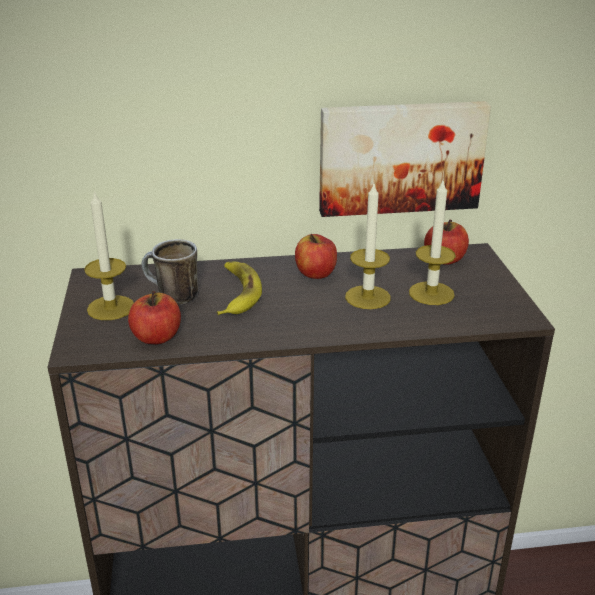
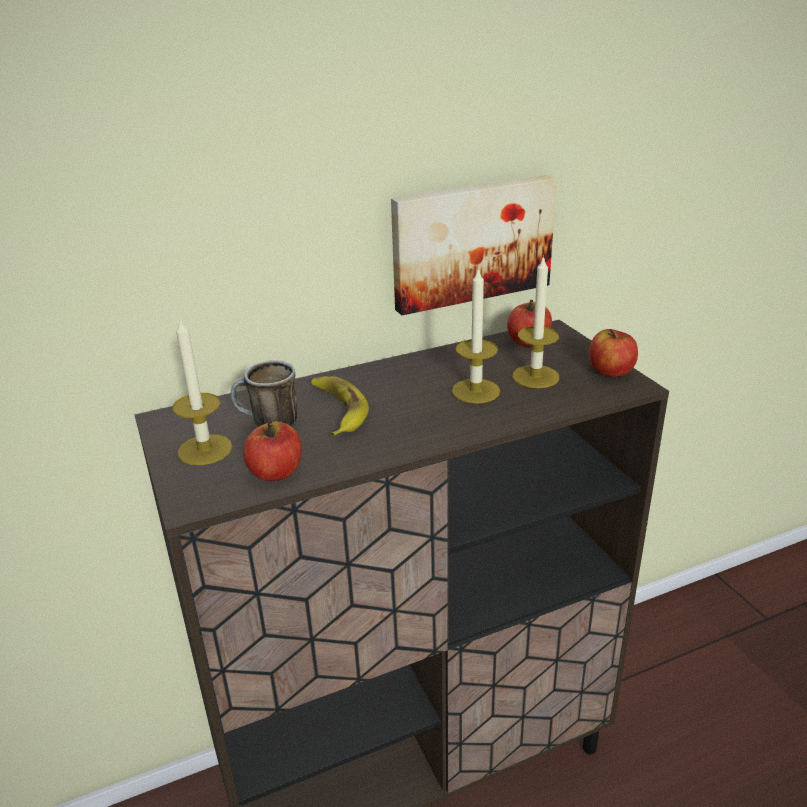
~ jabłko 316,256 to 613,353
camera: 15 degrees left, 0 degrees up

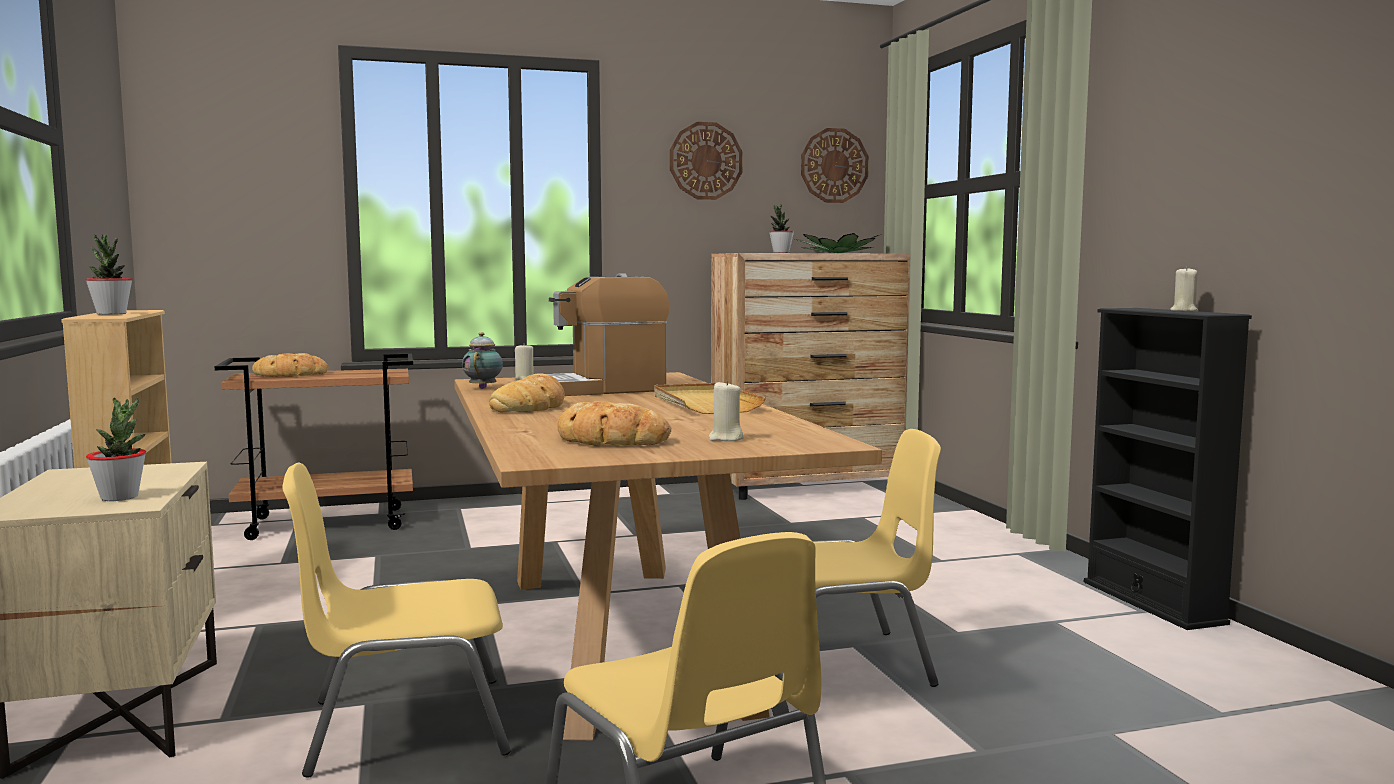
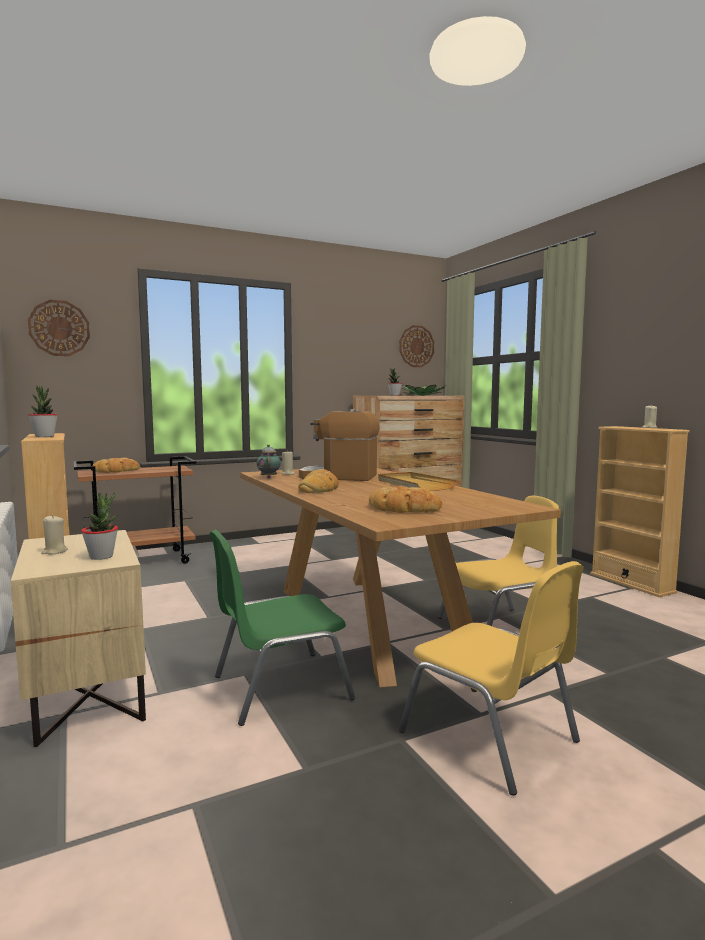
~ zegar ścienny 706,161 to 59,328
~ świeca [beżowy] 726,410 to 54,534
~ krzesło [żółty] 396,620 to krzesło [zielony] 282,628
~ regał [czarny] 1168,469 to regał [beżowy] 640,511
~ ekspres do kawy 608,335 = 339,445 45 degrees clockwise
camera: 10 degrees left, 0 degrees up

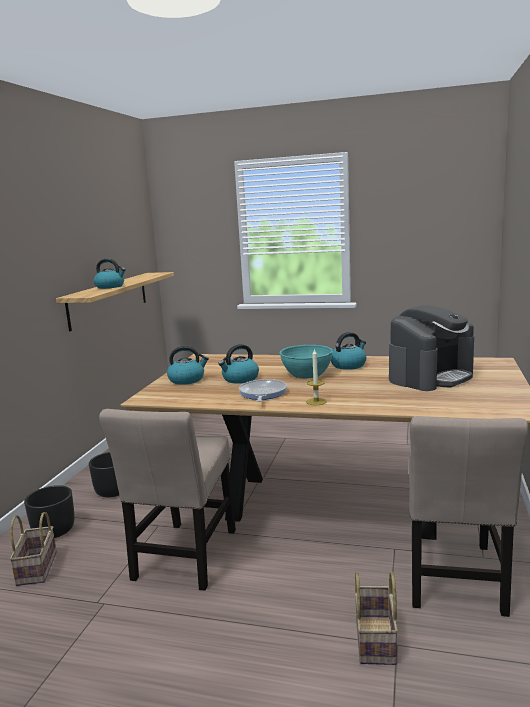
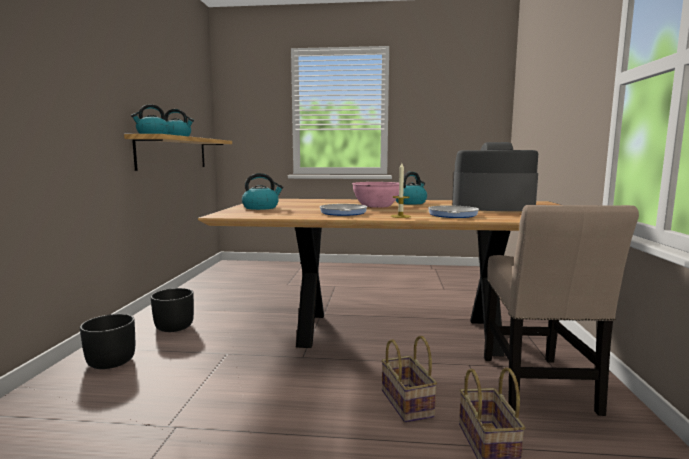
- krzesło [beżowy] 167,500
+ patelnia 453,211
~ koszyk 33,549 to 409,379
~ czajnik 238,364 to 150,119
~ miska [turkusowy] 306,361 to miska [różowy] 375,195
~ ekspres do kawy 431,348 = 495,176 120 degrees counterclockwise
camera: 10 degrees left, 5 degrees down

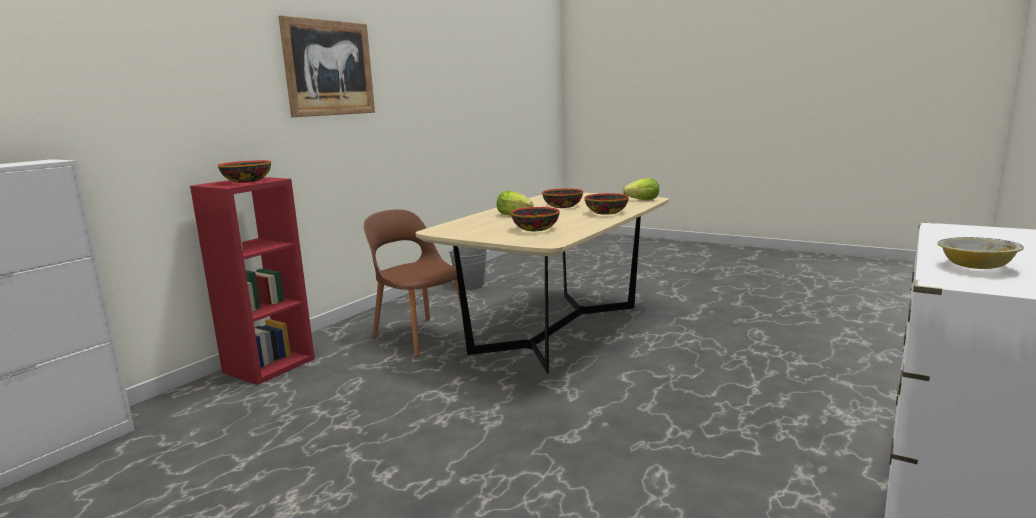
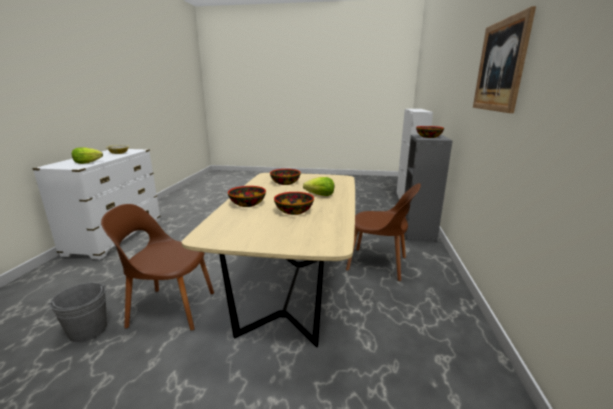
+ krzesło [brązowy] 157,267
~ wiadro [szary] 468,268 to 77,313
~ sałata 641,189 to 87,155
~ regał [czerwony] 252,281 to regał [szary] 428,188
camera: 155 degrees right, 5 degrees up

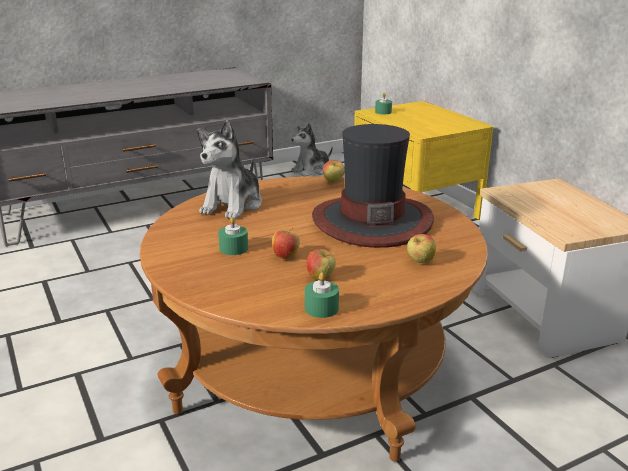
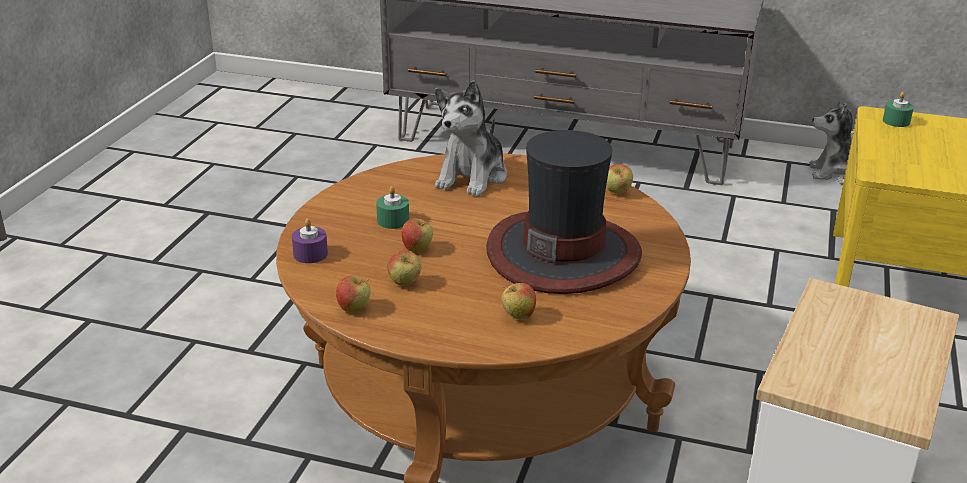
+ świeca [fioletowy] 310,240
~ świeca [zielony] 322,295 to jabłko 353,294
~ pluszak 229,169 = 471,138 45 degrees counterclockwise
camera: 45 degrees right, 5 degrees up

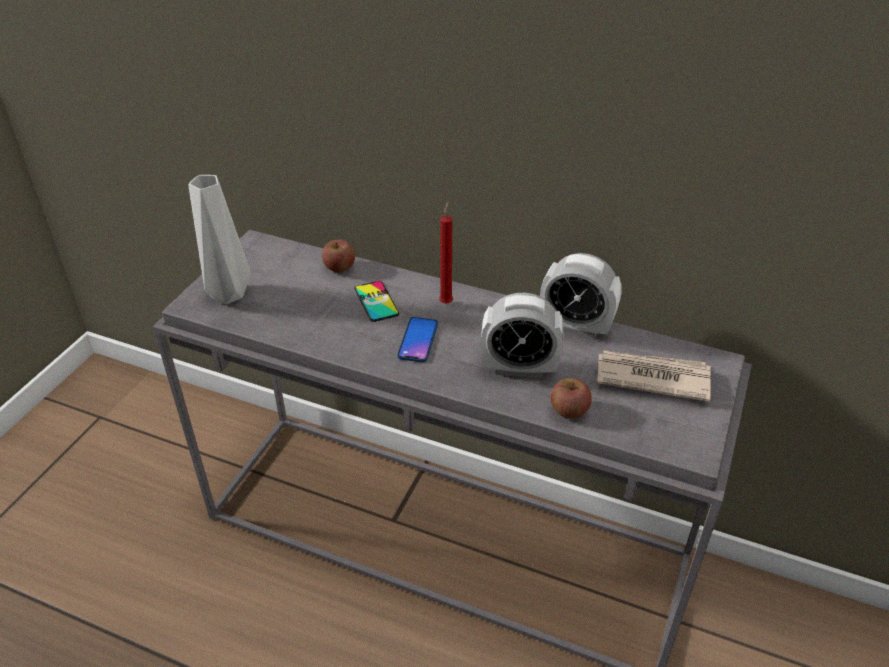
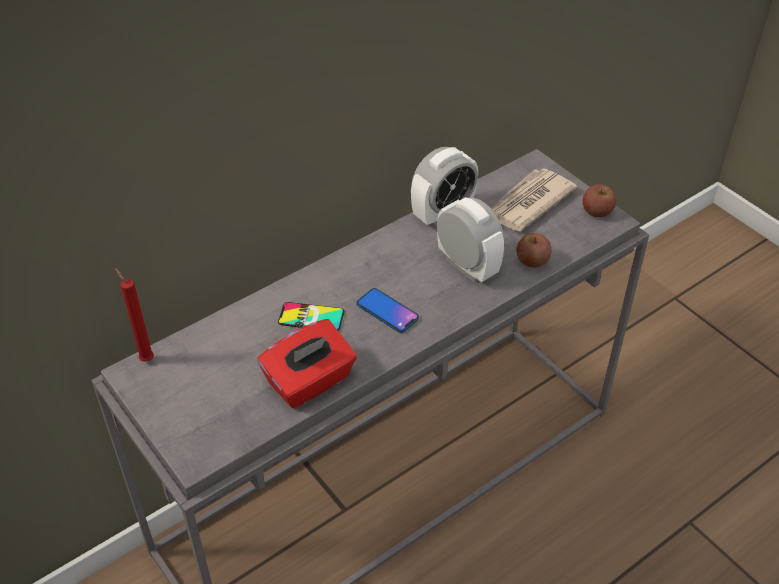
- wazon [szary] 219,239
+ pudełko chusteczek [czerwony] 307,363
~ jabłko 338,255 to 599,200
~ świeca [czerwony] 446,253 to 134,315
~ budzik 522,335 = 470,239 75 degrees counterclockwise
camera: 60 degrees left, 5 degrees up

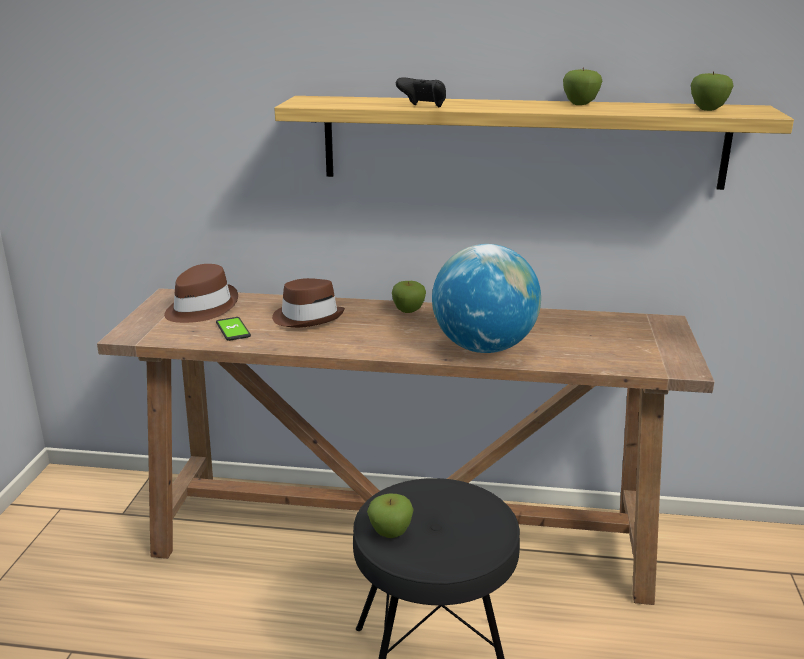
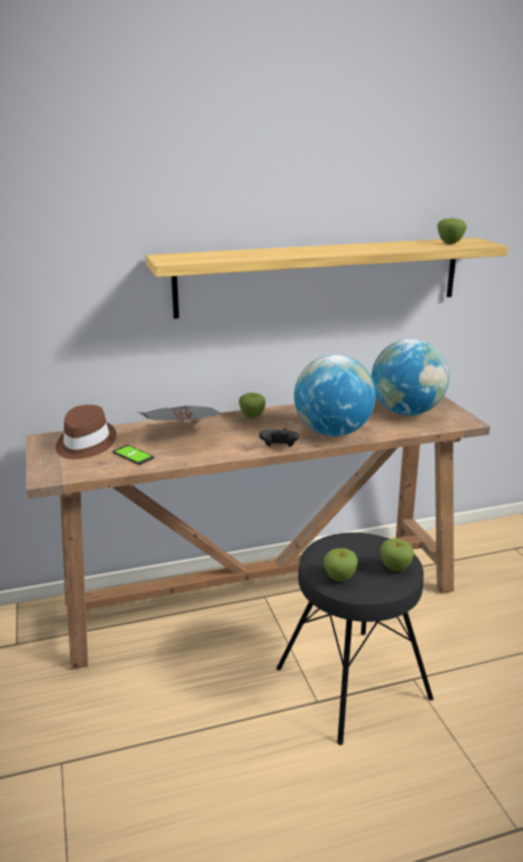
+ globus 410,377
~ pad do gier [czarny] 421,92 to 279,437
~ jabłko 582,86 to 397,554
~ kapelusz [brązowy] 308,303 to gazeta 179,414
camera: 25 degrees left, 0 degrees up

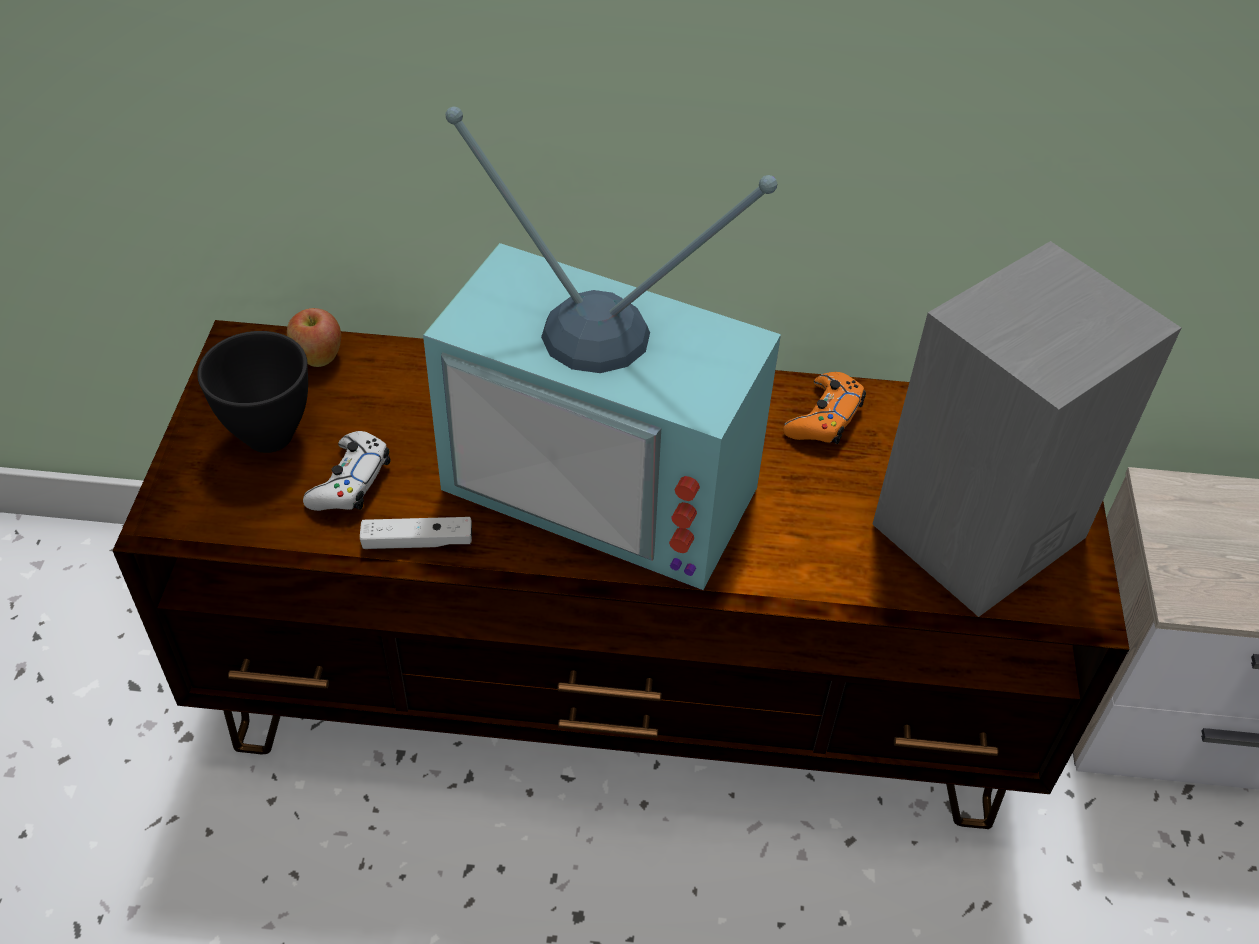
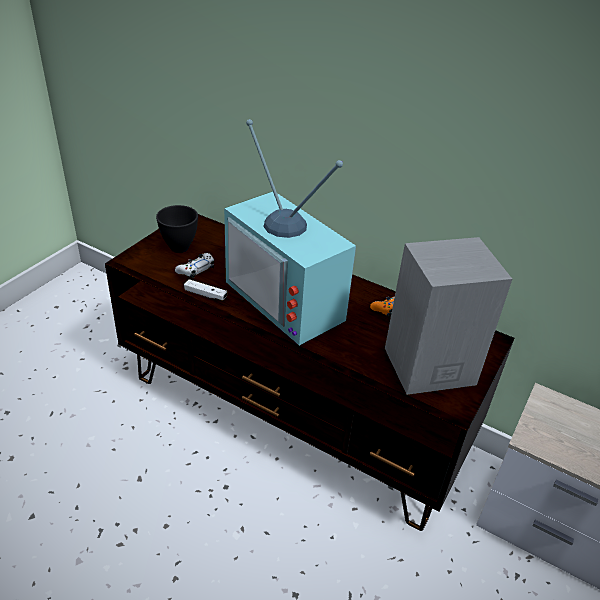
- jabłko 314,337
camera: 25 degrees right, 10 degrees down

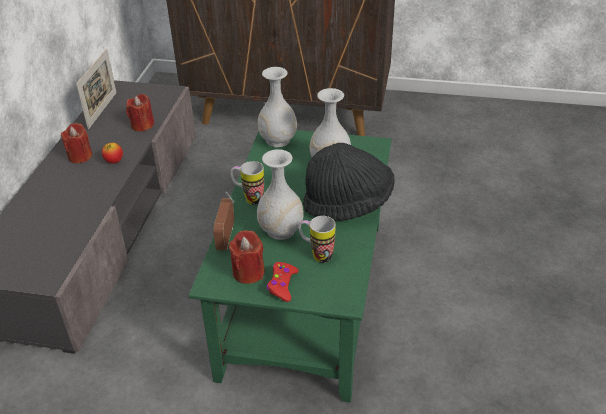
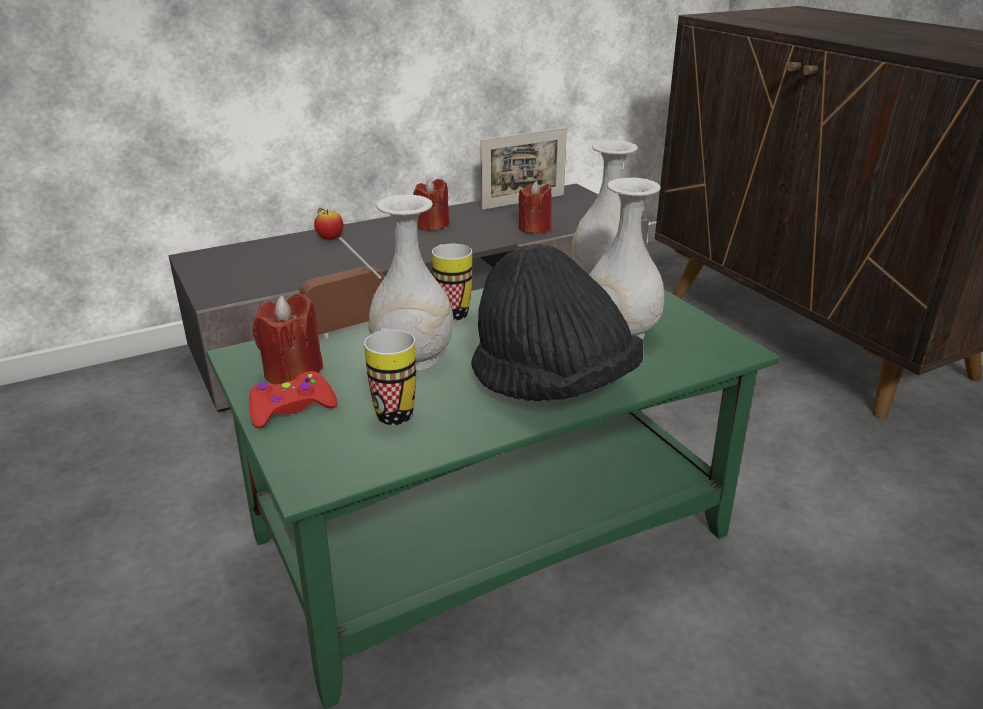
~ jabłko 112,153 to 328,224
camera: 50 degrees right, 10 degrees down

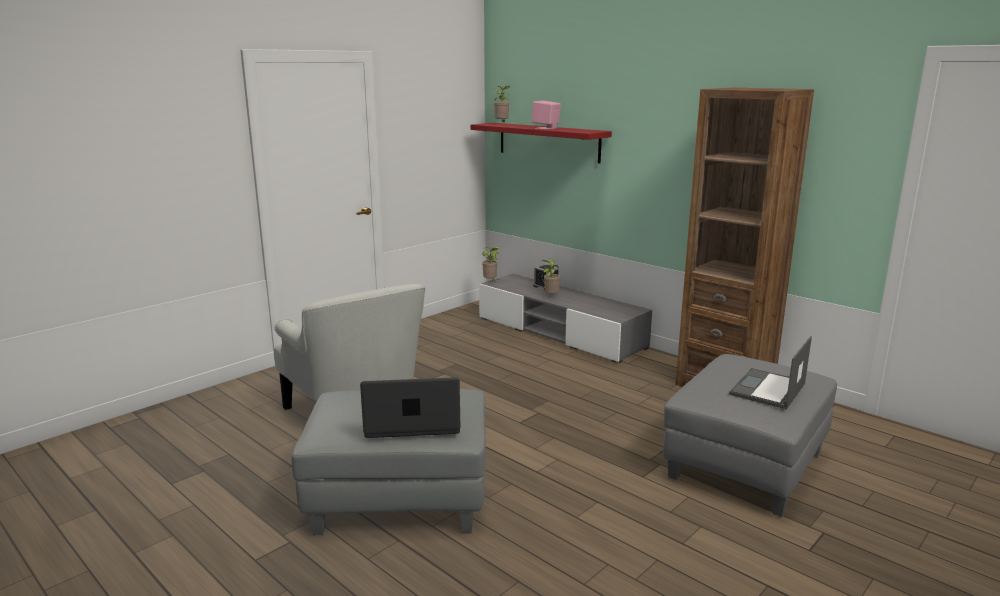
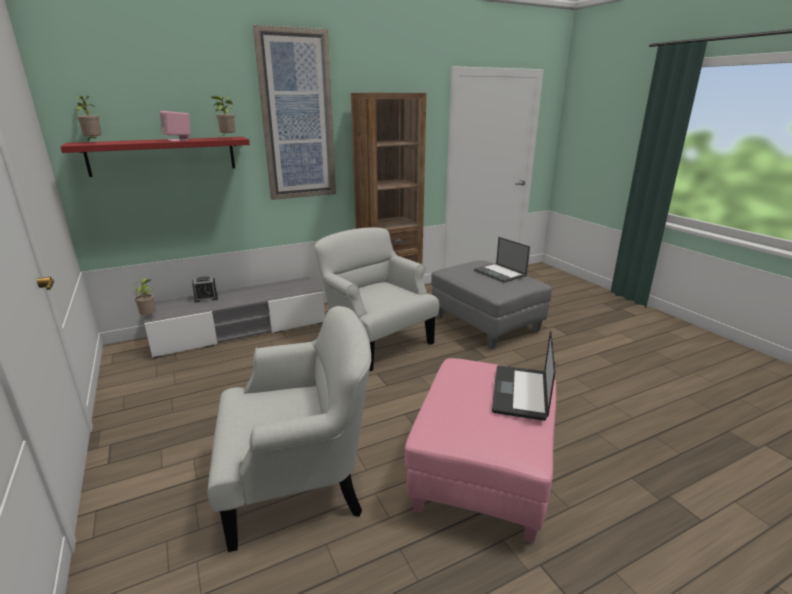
+ obraz 294,112
+ fotel [biały] 376,299
~ roślina doniczkowa 551,276 to 222,117
~ pufa [szary] 389,462 to pufa [różowy] 480,450
camera: 70 degrees left, 5 degrees up

